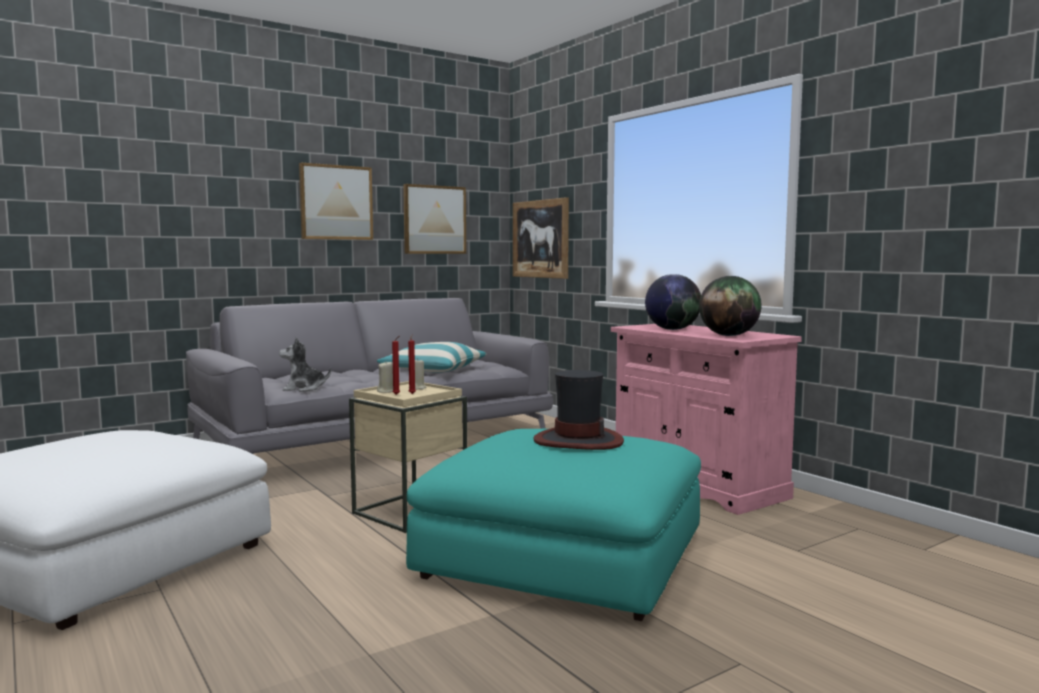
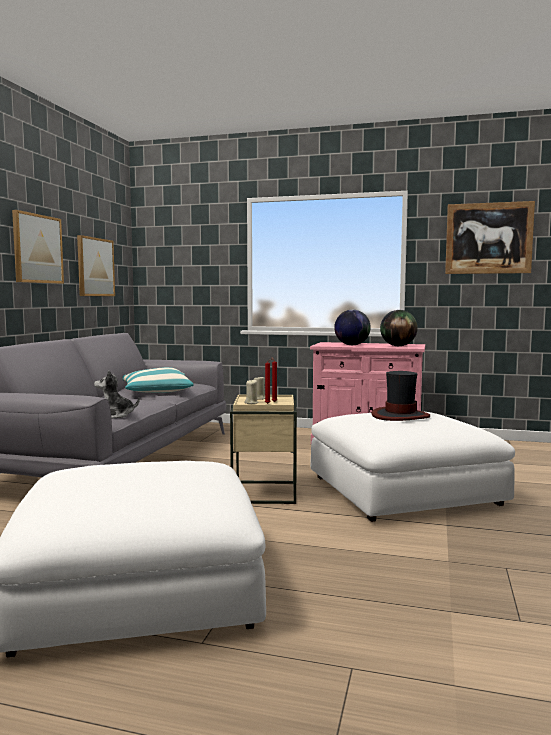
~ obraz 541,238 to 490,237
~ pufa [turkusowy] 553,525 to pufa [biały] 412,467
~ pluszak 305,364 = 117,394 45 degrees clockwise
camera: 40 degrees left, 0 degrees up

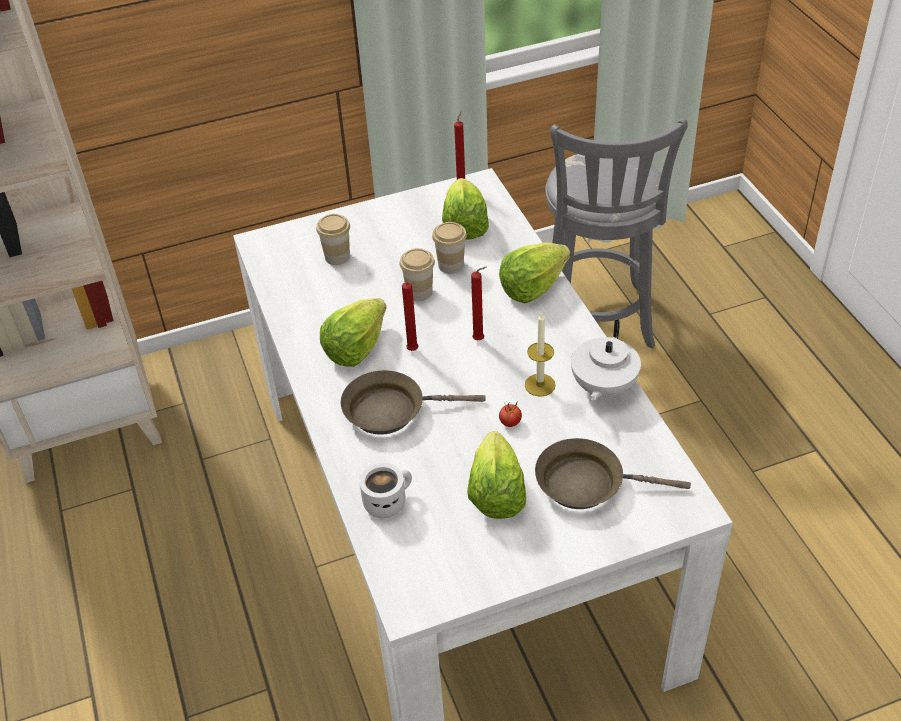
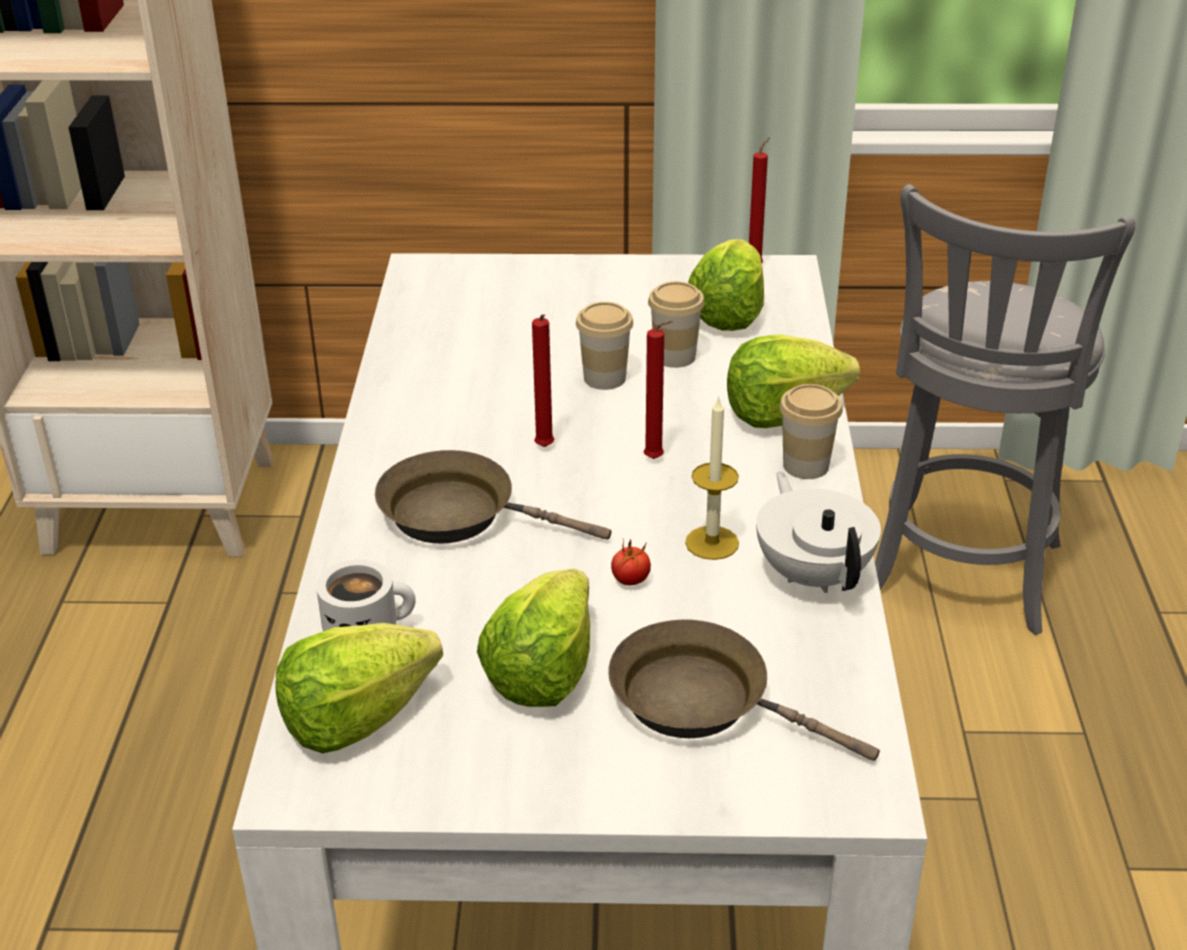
~ filiżanka 333,239 to 811,431
~ sałata 353,332 to 359,688
~ imbryk [biały] 606,360 = 818,532 120 degrees clockwise
camera: 20 degrees right, 10 degrees down

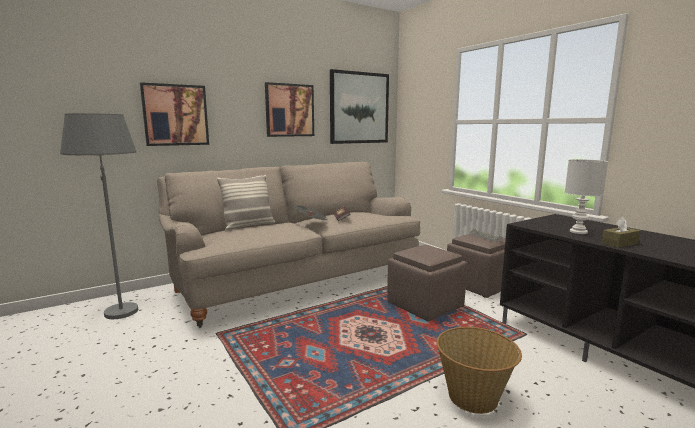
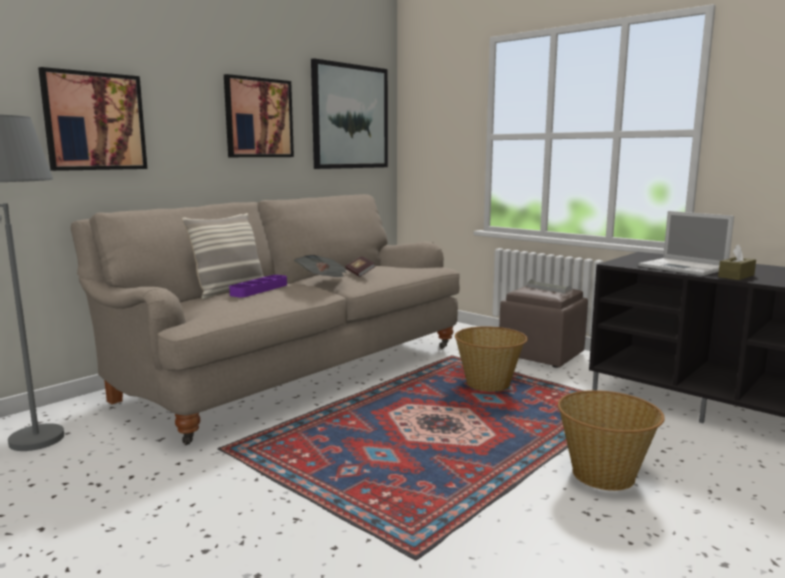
+ taca [fioletowy] 258,286
~ pufa [brązowy] 427,283 to koszyk 491,359
~ lampa stołowa [biały] 586,196 to laptop 686,243
camera: 15 degrees left, 0 degrees up

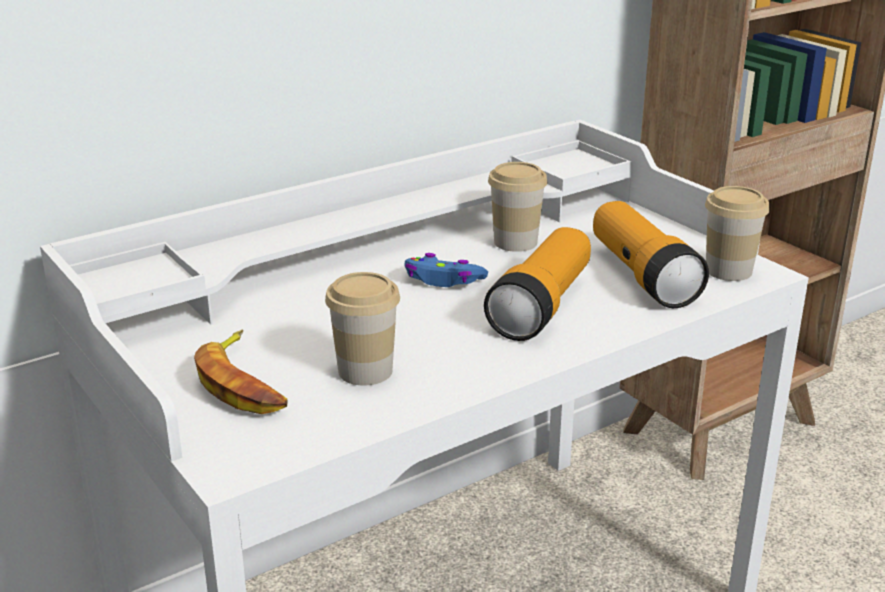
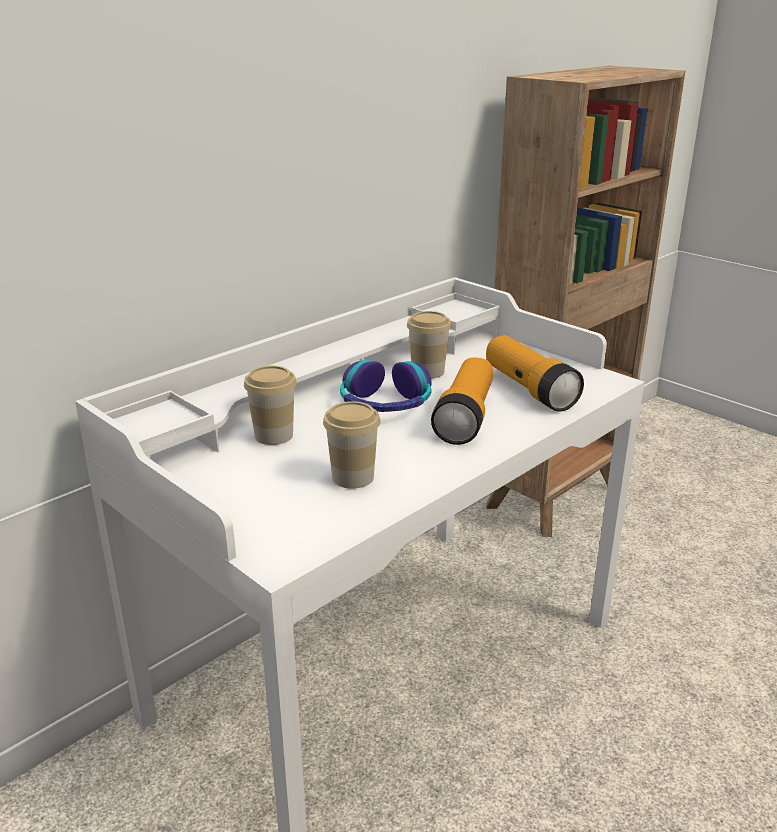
- banan 241,371
~ filiżanka 737,233 to 270,405
~ pad do gier [niebieski] 446,270 to słuchawki 386,386
camera: 10 degrees left, 0 degrees up

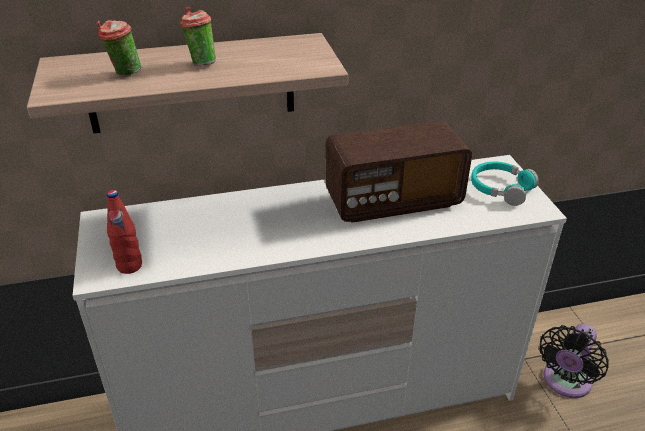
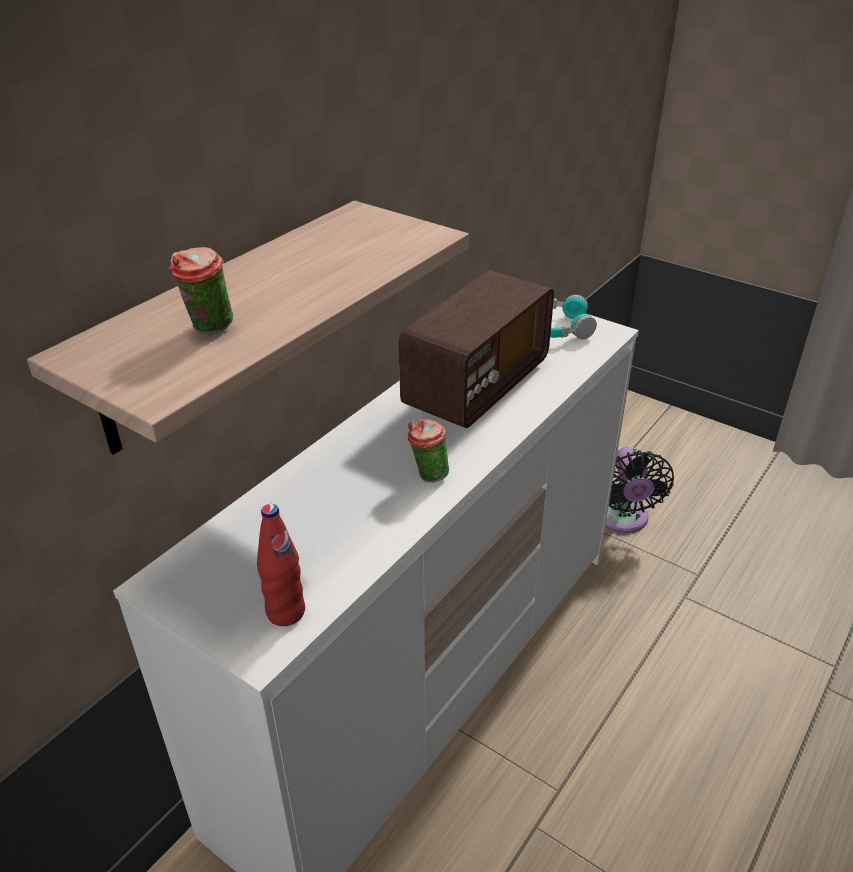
~ filiżanka 198,36 to 428,450
camera: 40 degrees left, 0 degrees up

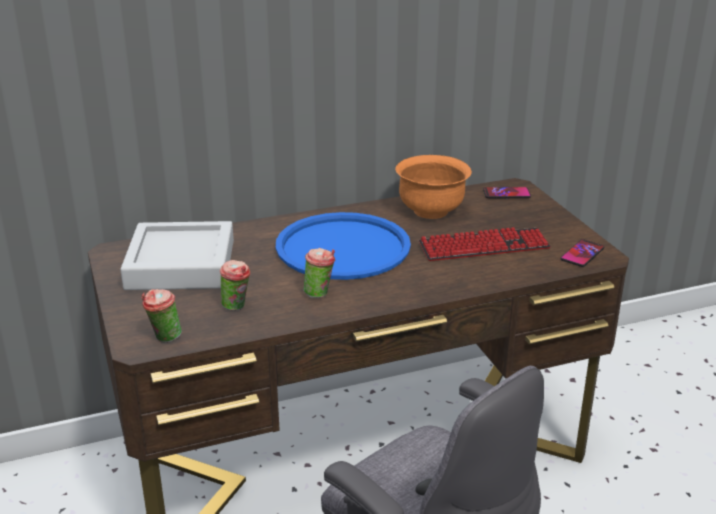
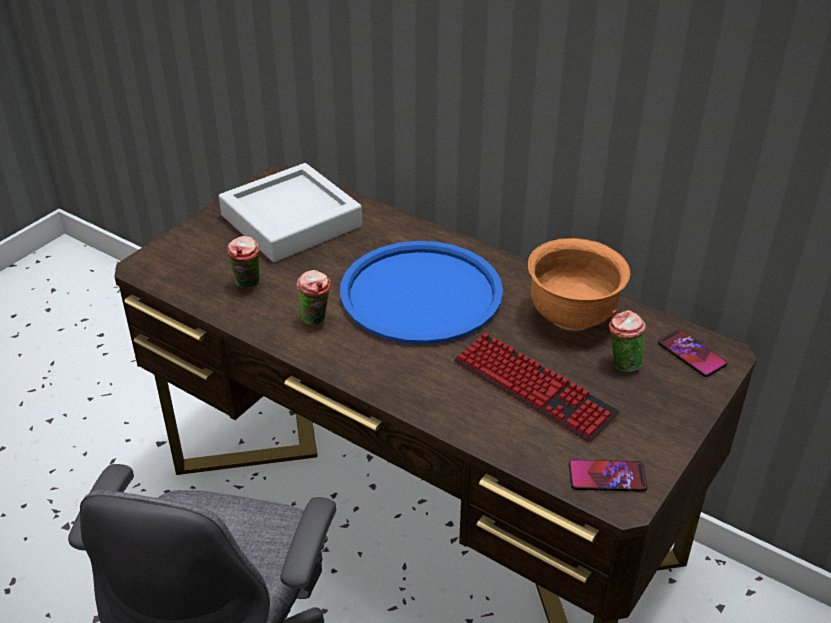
~ filiżanka 161,316 to 627,340
camera: 55 degrees right, 10 degrees up

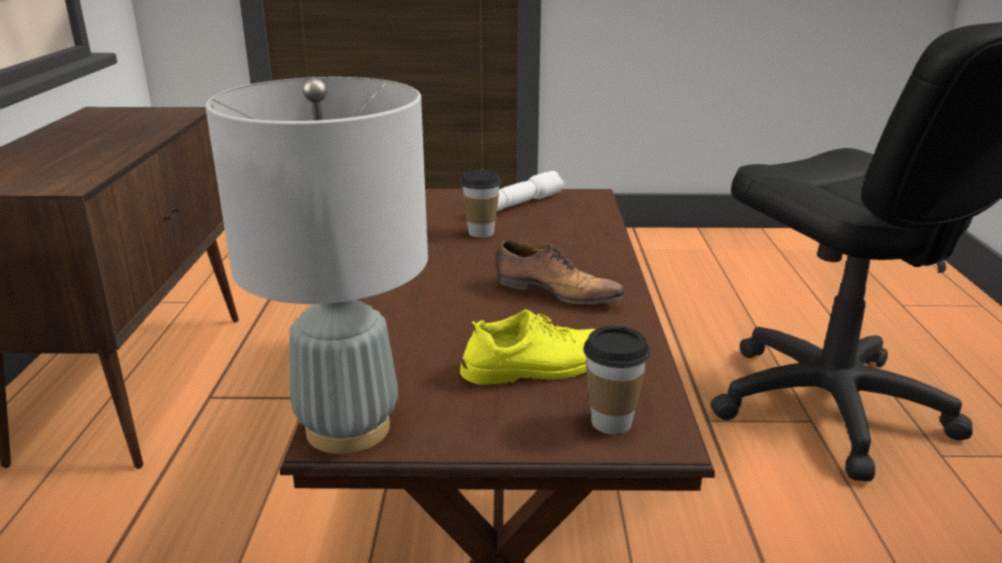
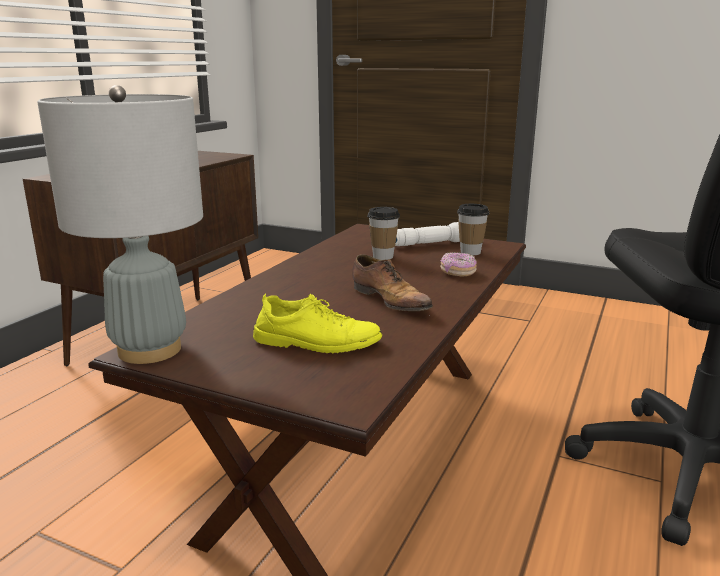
+ donut 458,264
~ filiżanka 616,380 to 473,229
camera: 25 degrees right, 5 degrees down

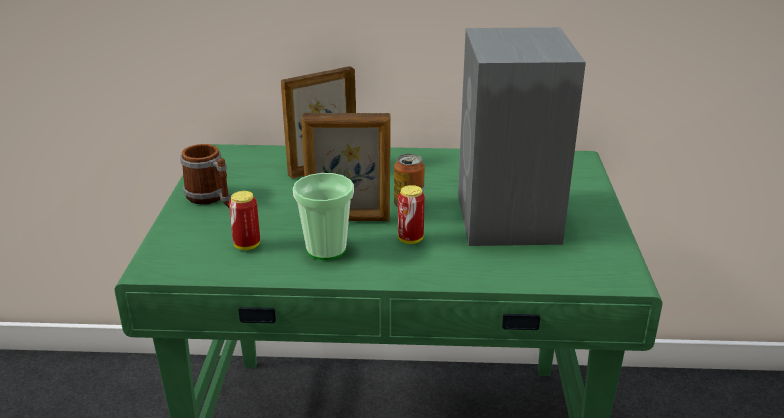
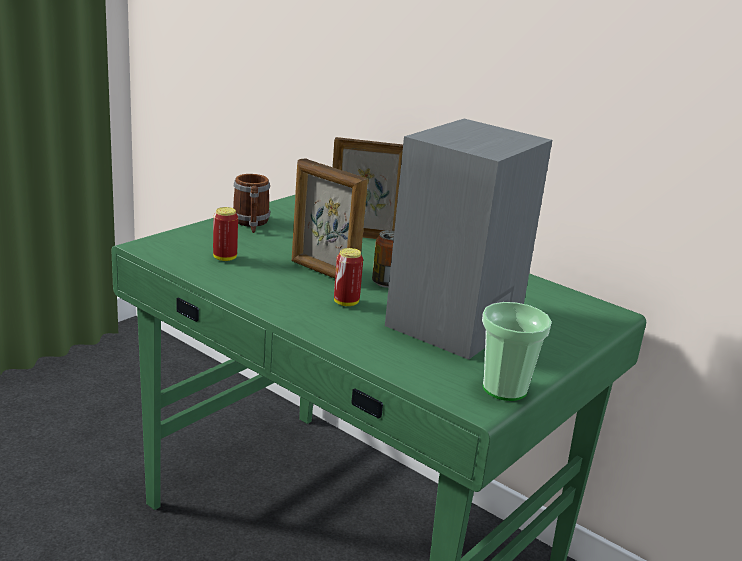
~ filiżanka 323,216 to 517,351
camera: 35 degrees right, 5 degrees down

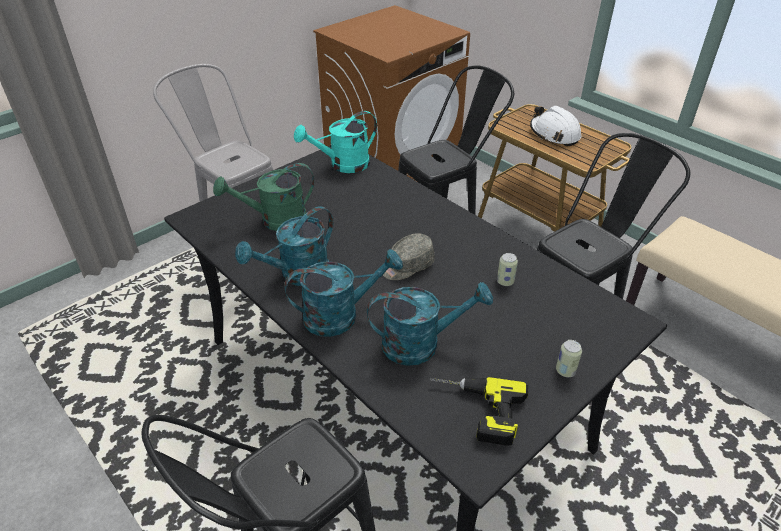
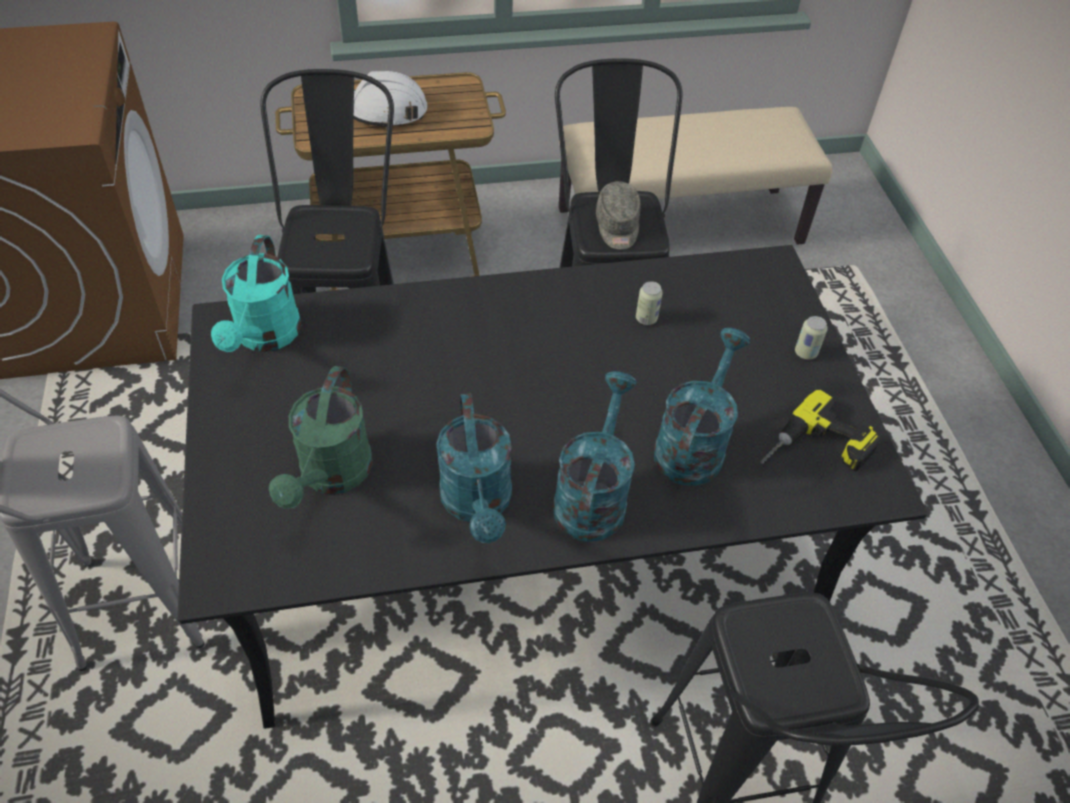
~ czapka z daszkiem [szary] 408,256 to 618,215
camera: 60 degrees left, 10 degrees up

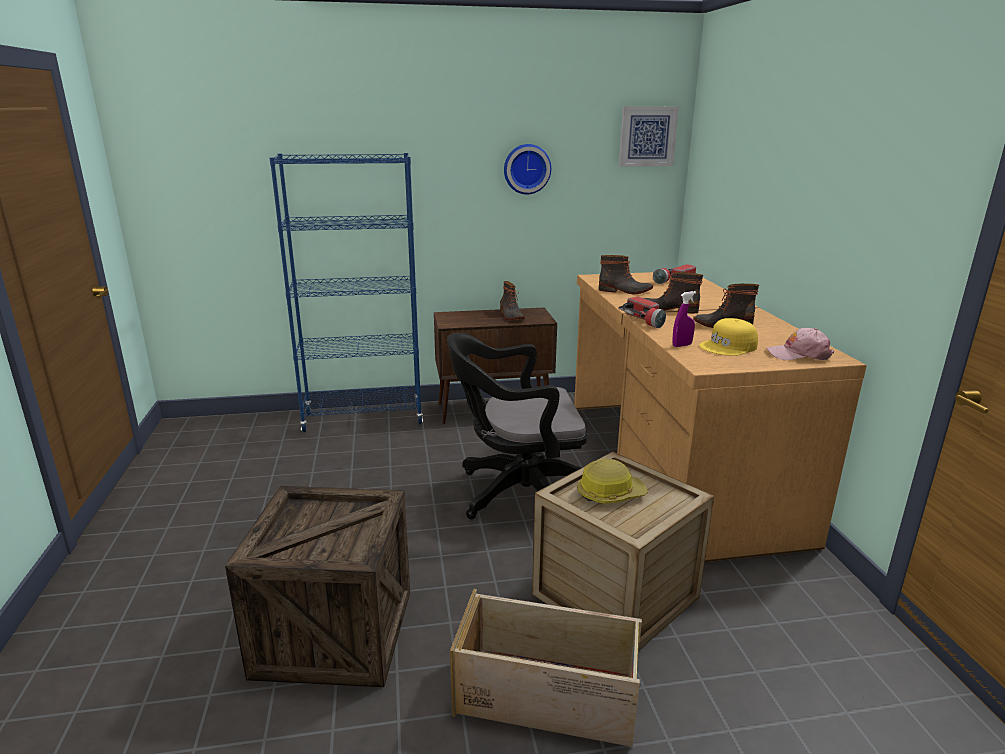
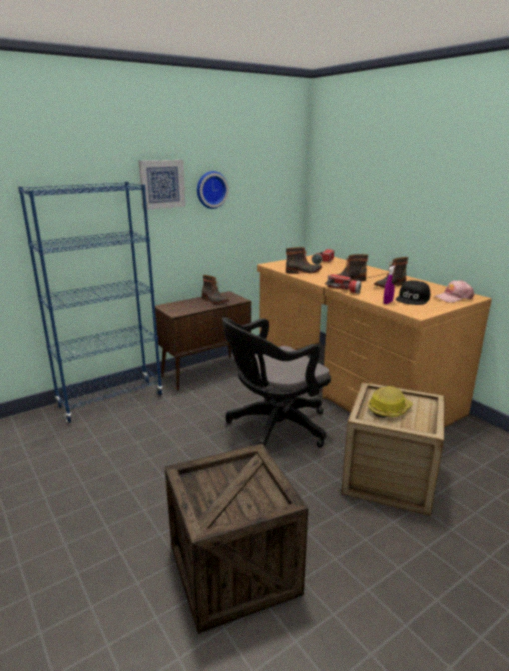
- skrzynka 546,668
~ obraz 649,136 to 162,185
~ czapka z daszkiem [żółty] 728,337 to czapka z daszkiem [czarny] 413,292
camera: 25 degrees left, 0 degrees up

